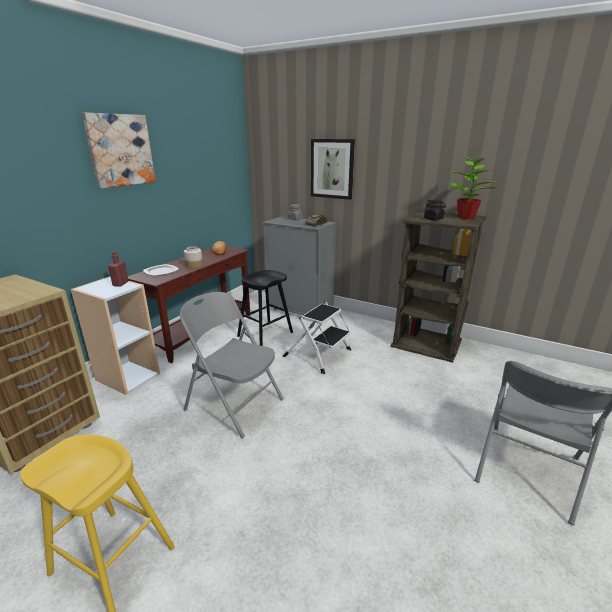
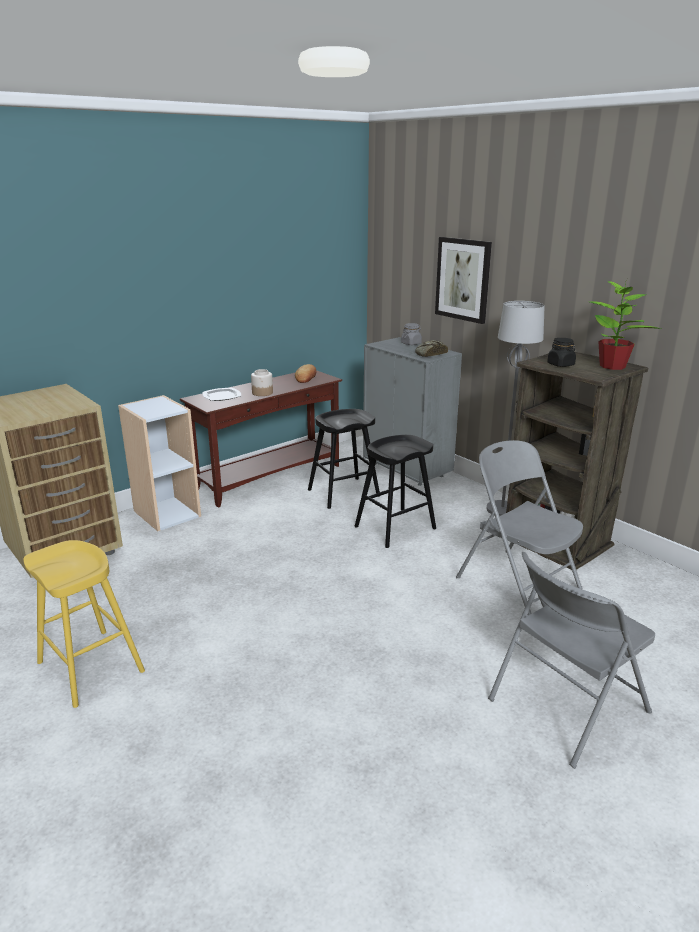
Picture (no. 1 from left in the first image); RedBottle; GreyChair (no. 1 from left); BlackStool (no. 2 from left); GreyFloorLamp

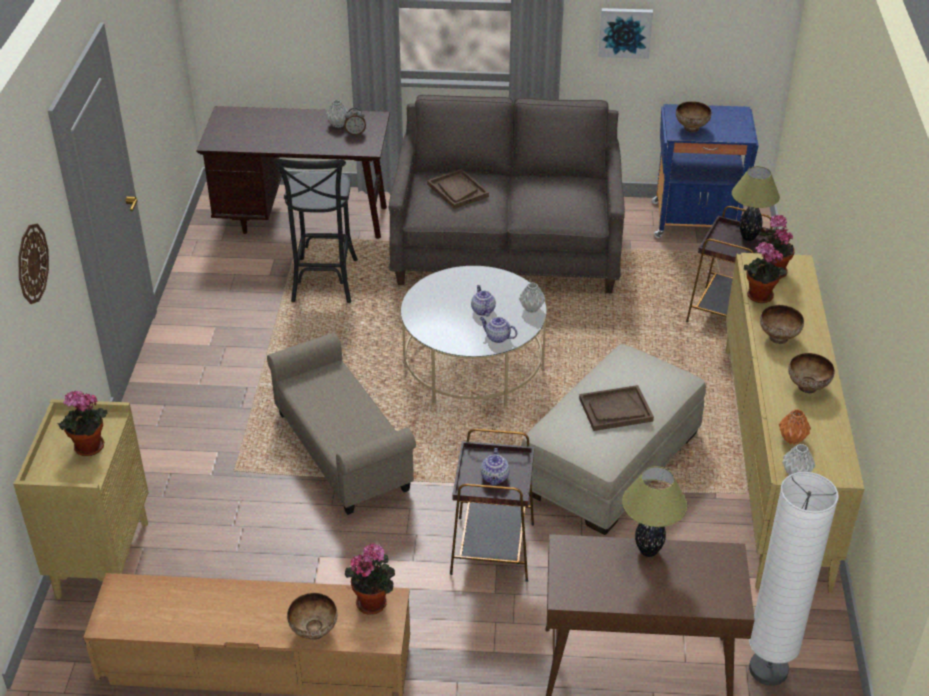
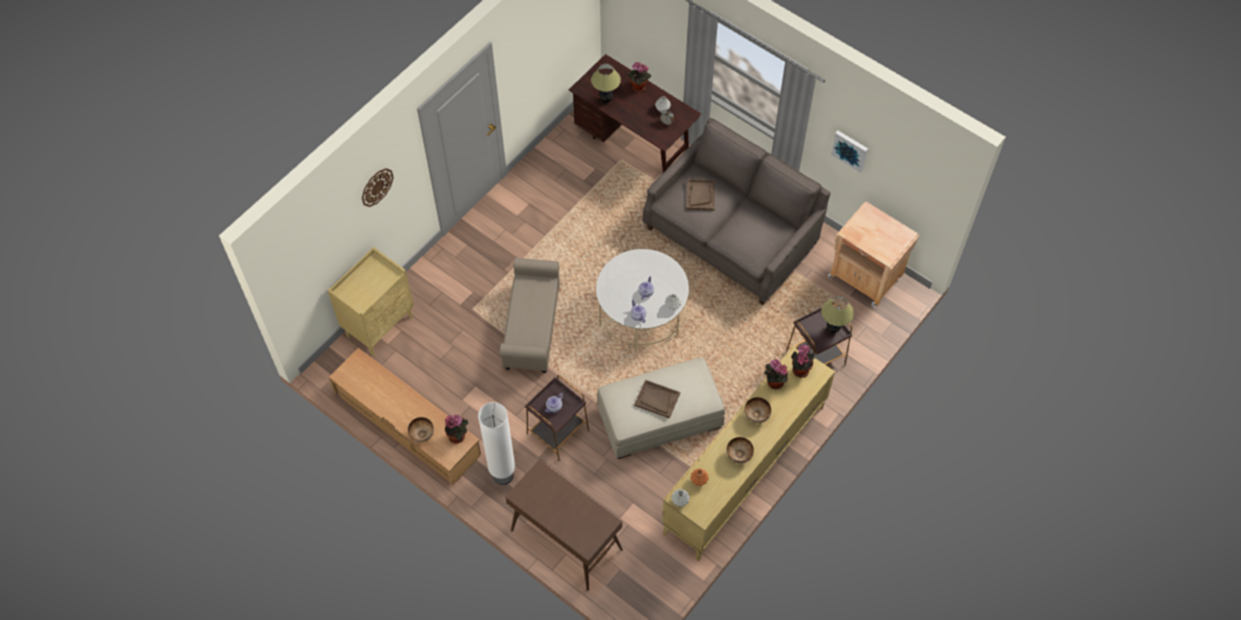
Bowl (no. 2 from left in the first image); BrownCart; BlackStool; PottedPlant (no. 2 from left); TableLamp (no. 1 from left); WhiteFloorLamp

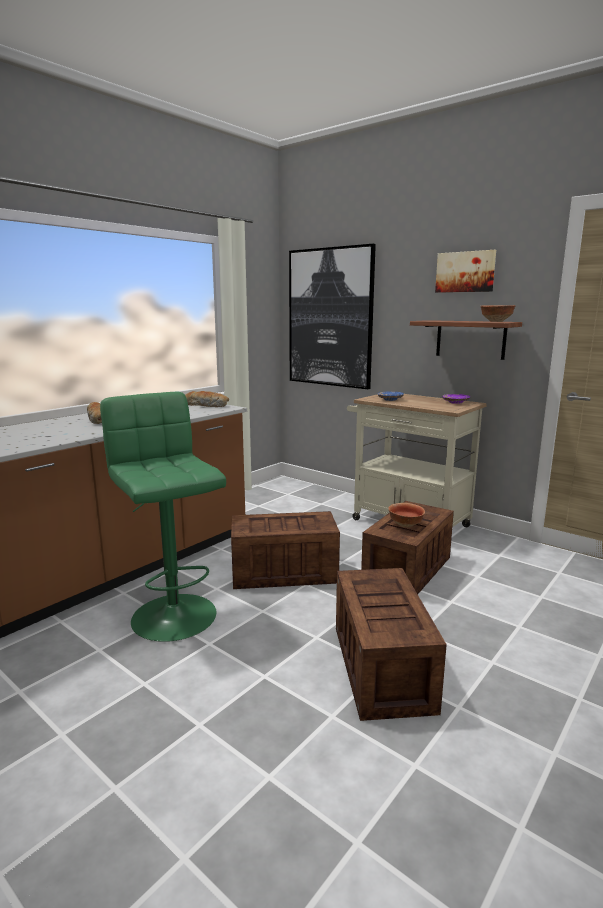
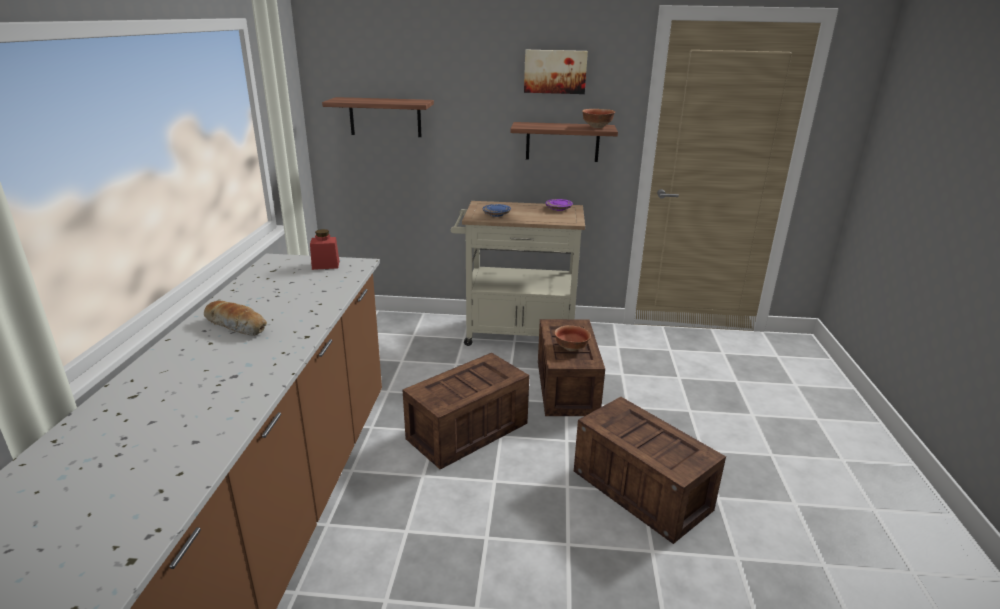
Shelf (no. 1 from left); RedJar; GreenStool

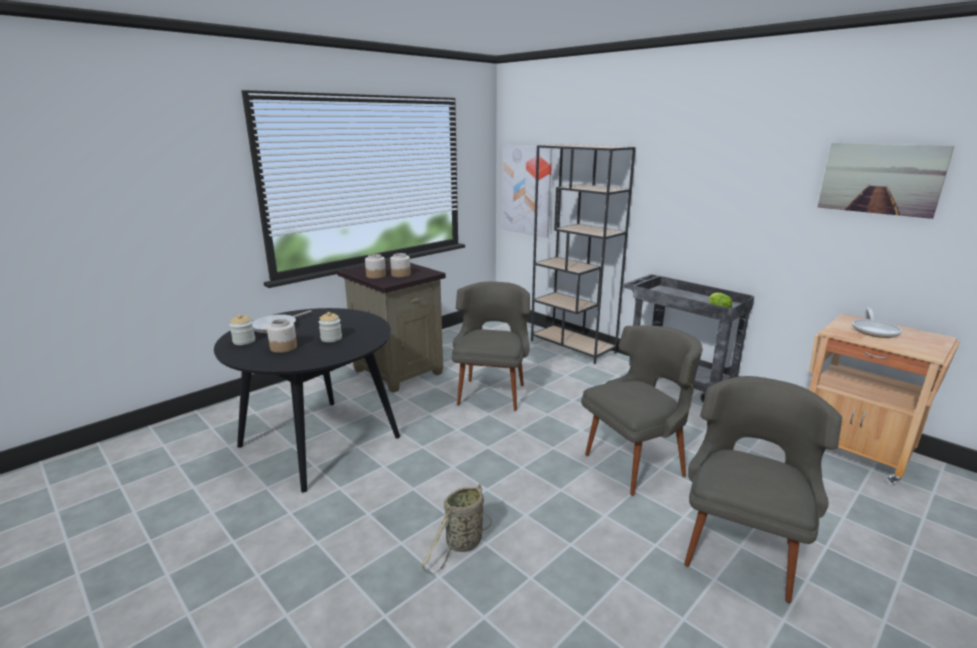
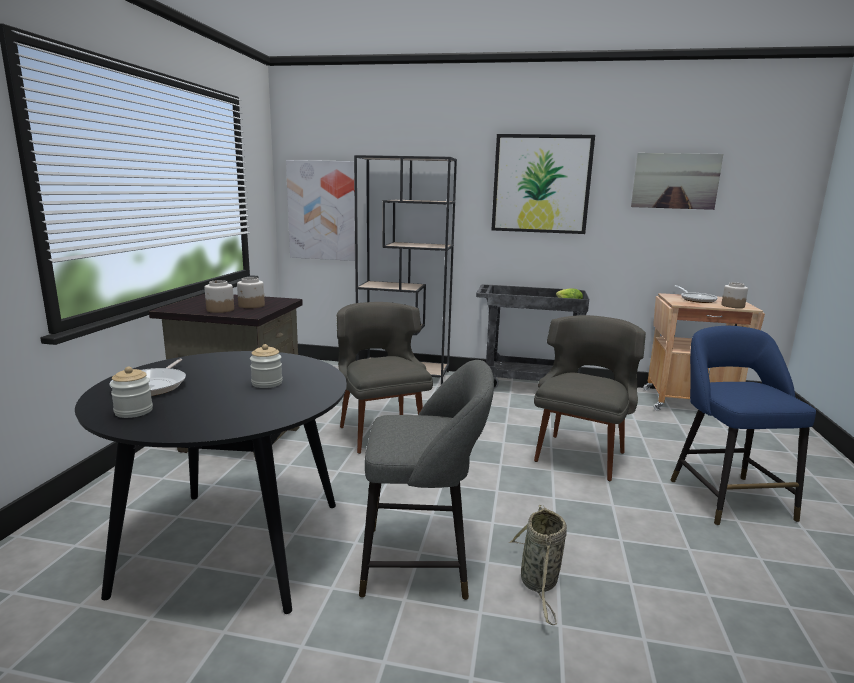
Jar (no. 5 from left); BlueStool; Picture (no. 2 from left); GreyStool

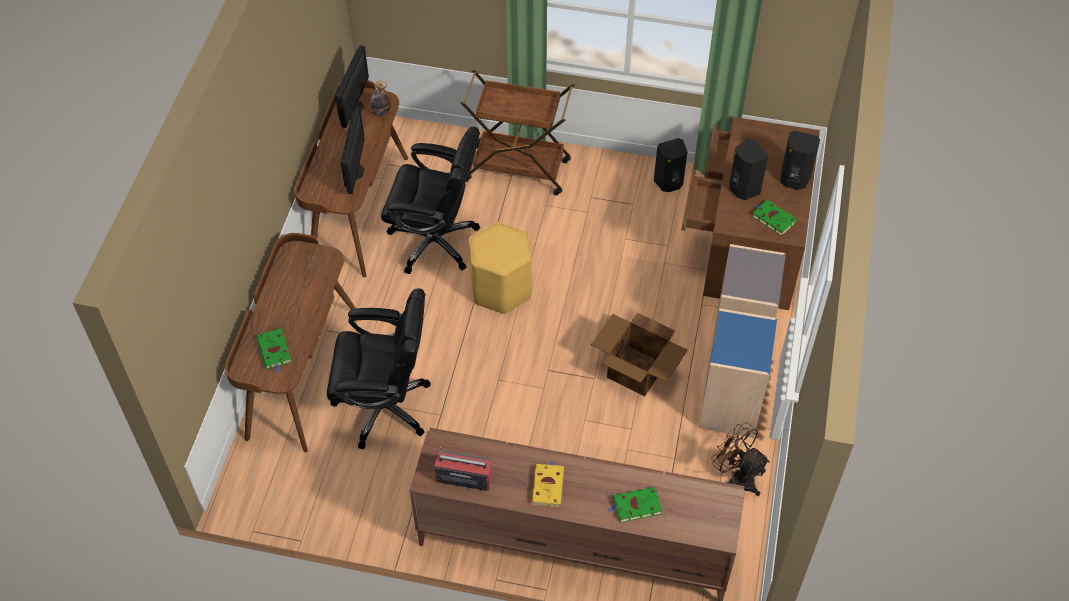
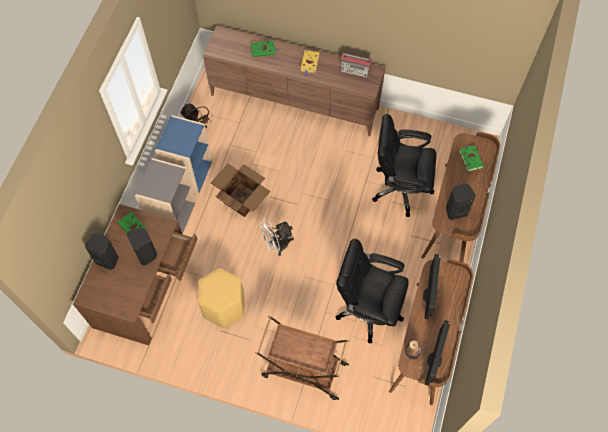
BlackSpeaker (no. 3 from left); YellowStool; WhiteFan

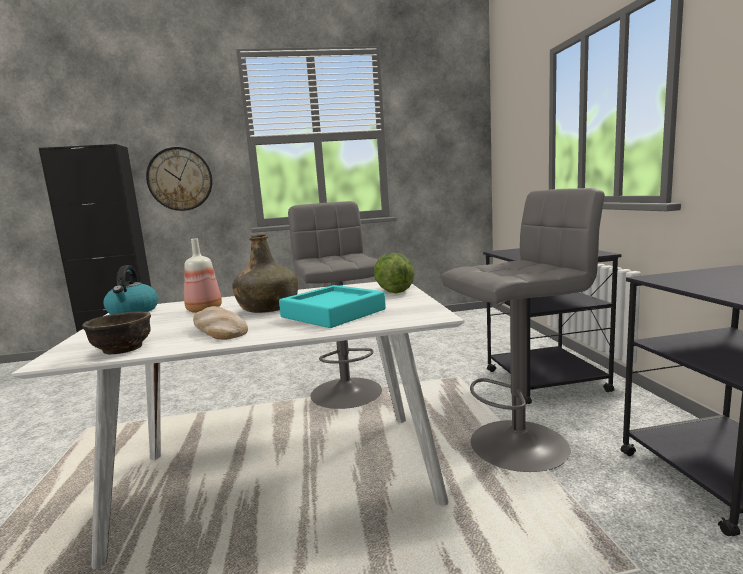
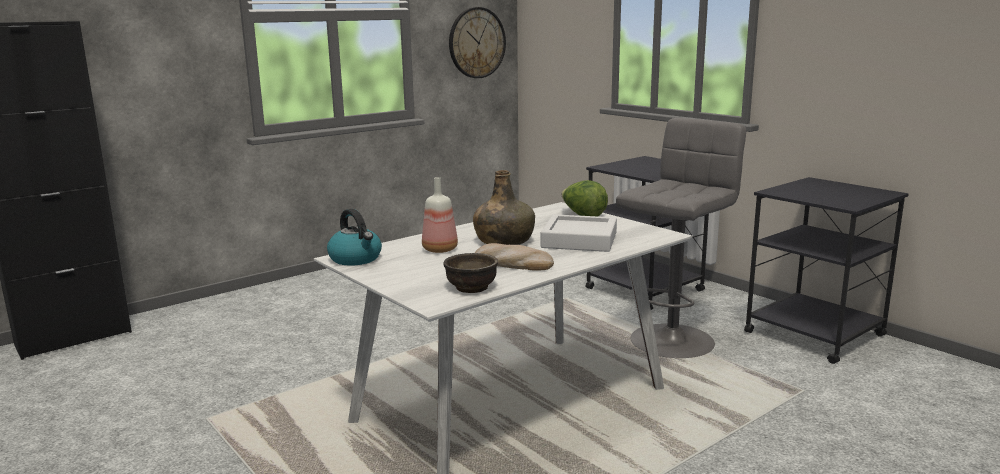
WallClock; GreyStool (no. 1 from left in the first image); WhiteTray

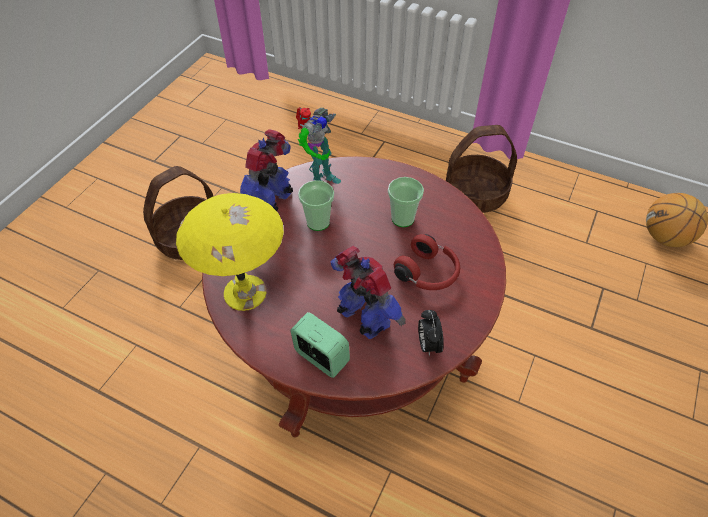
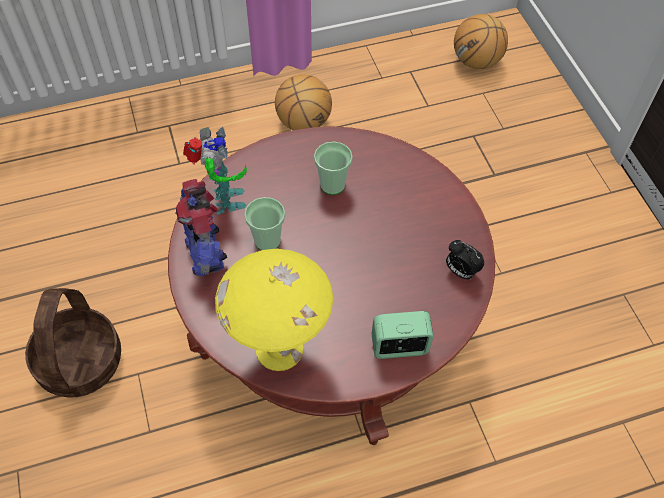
Basketball (no. 1 from left); RedHeadphones; ToyRobot (no. 3 from left in the first image)

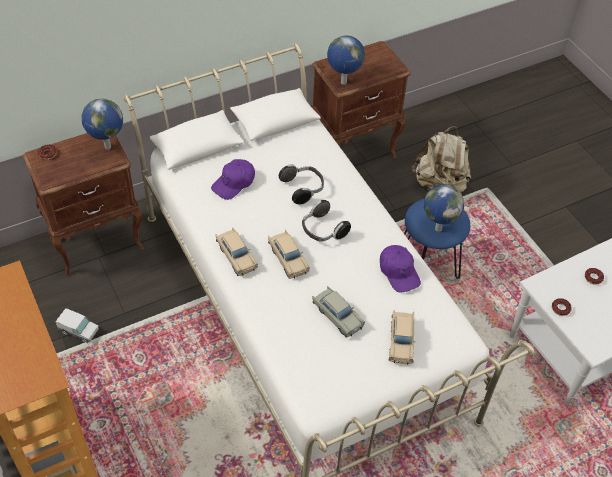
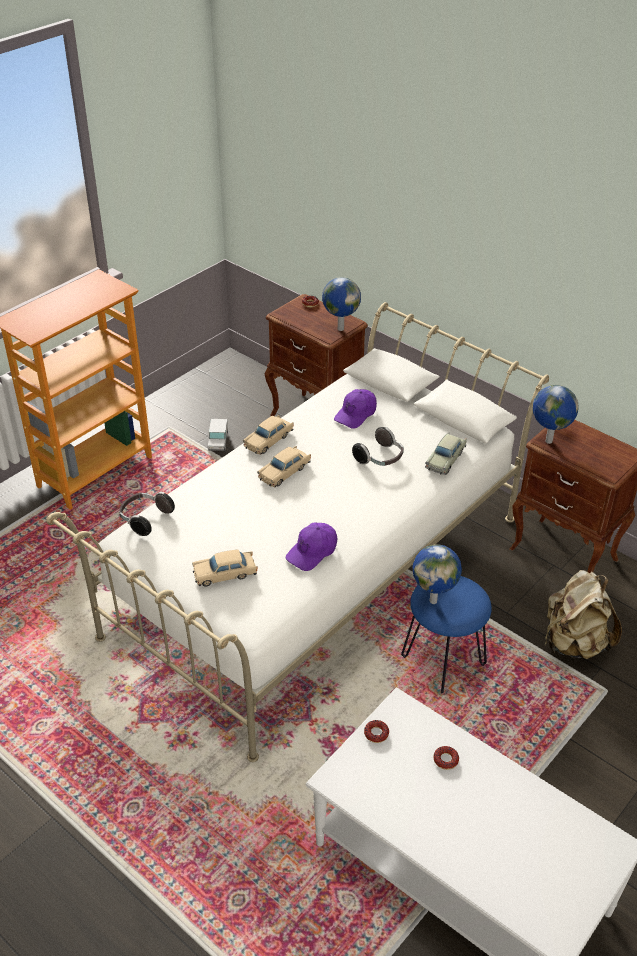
PurpleCap (no. 2 from left); Headphones (no. 1 from left); BeigeToyCar (no. 4 from left)

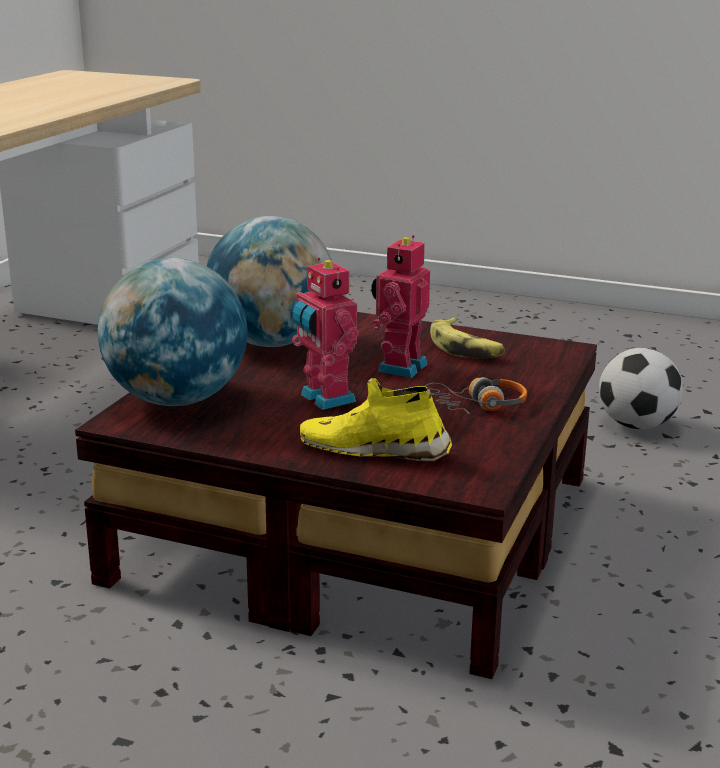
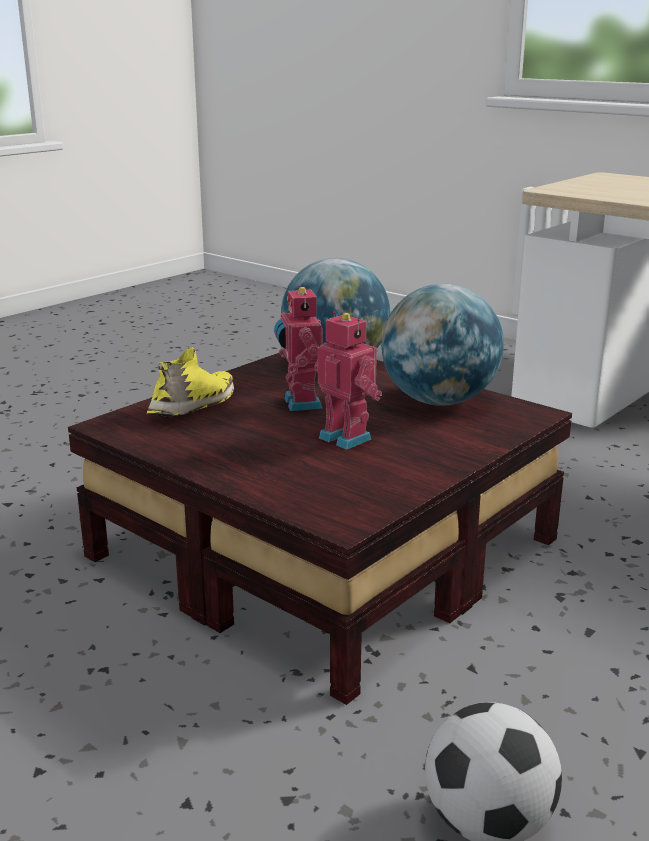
ToyRobot (no. 1 from left); Banana; Headphones

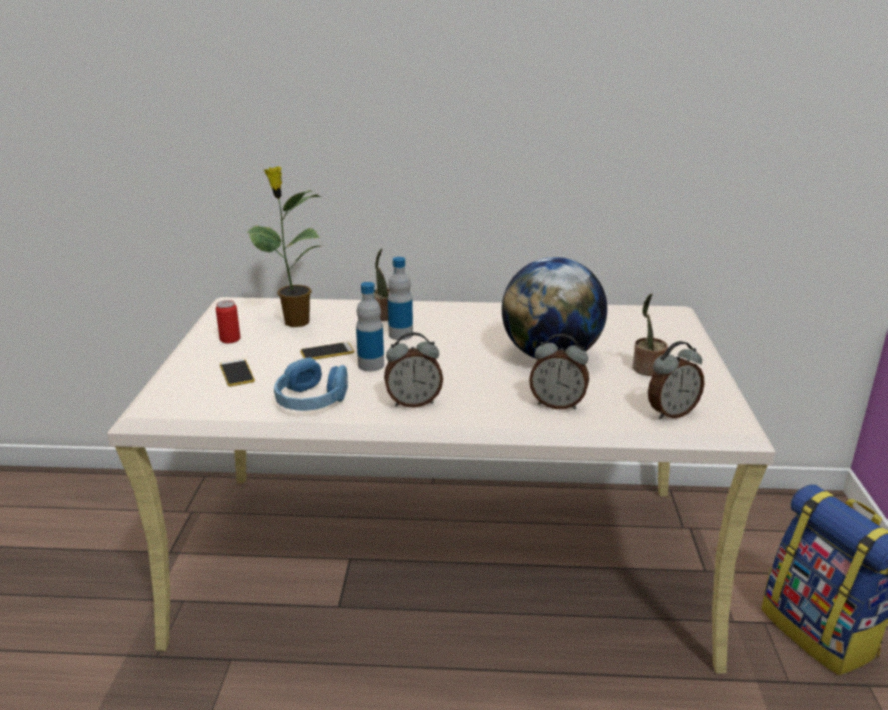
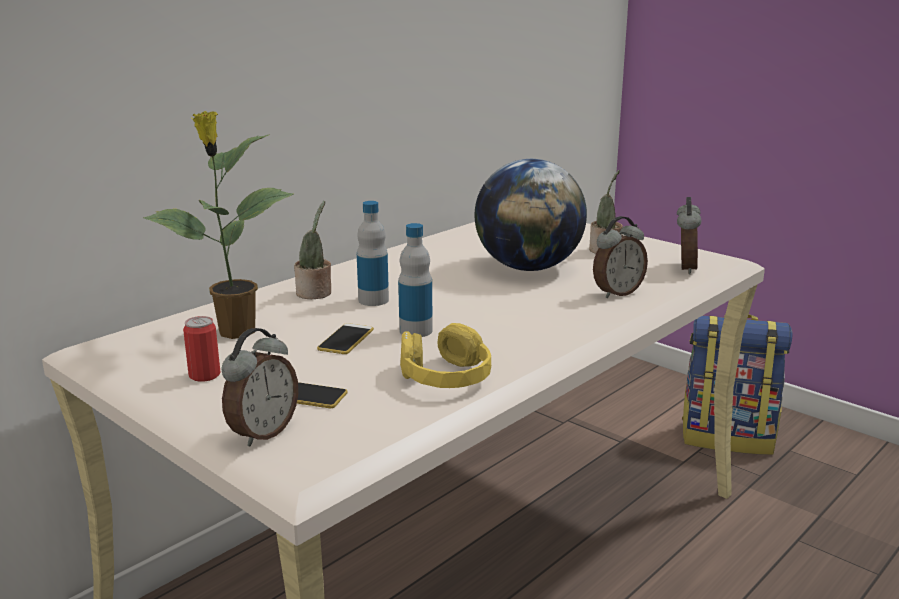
AlarmClock (no. 1 from left); YellowHeadphones

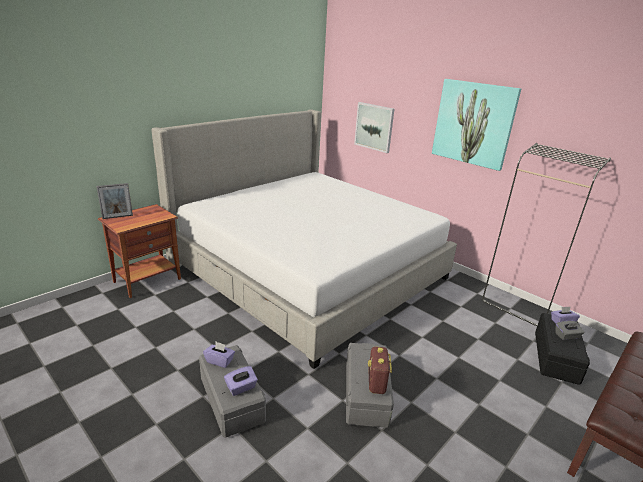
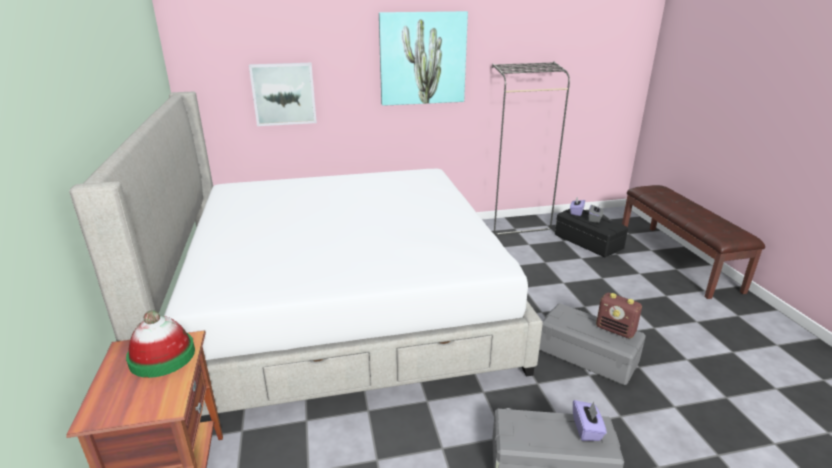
PictureFrame; PurpleTissueBox (no. 1 from left in the first image); Hat

